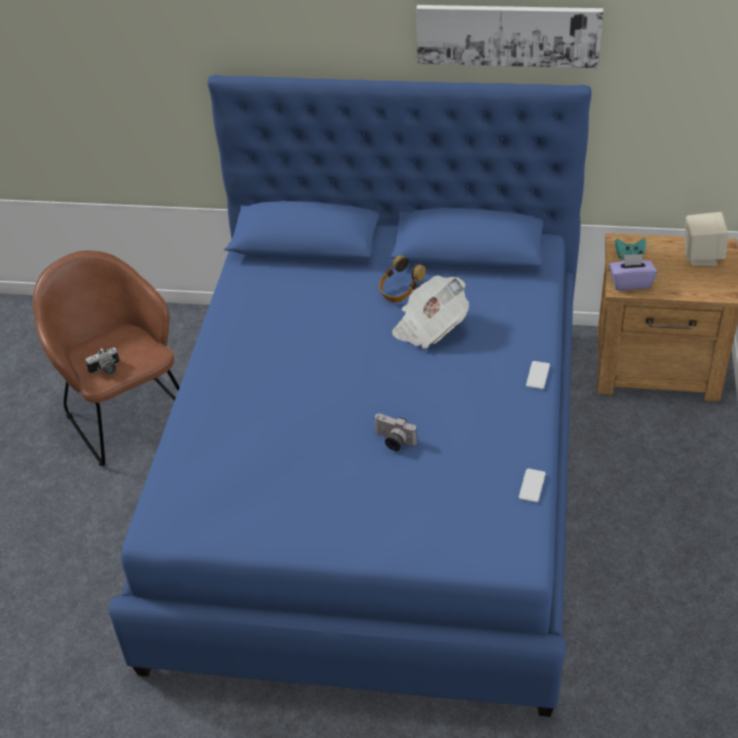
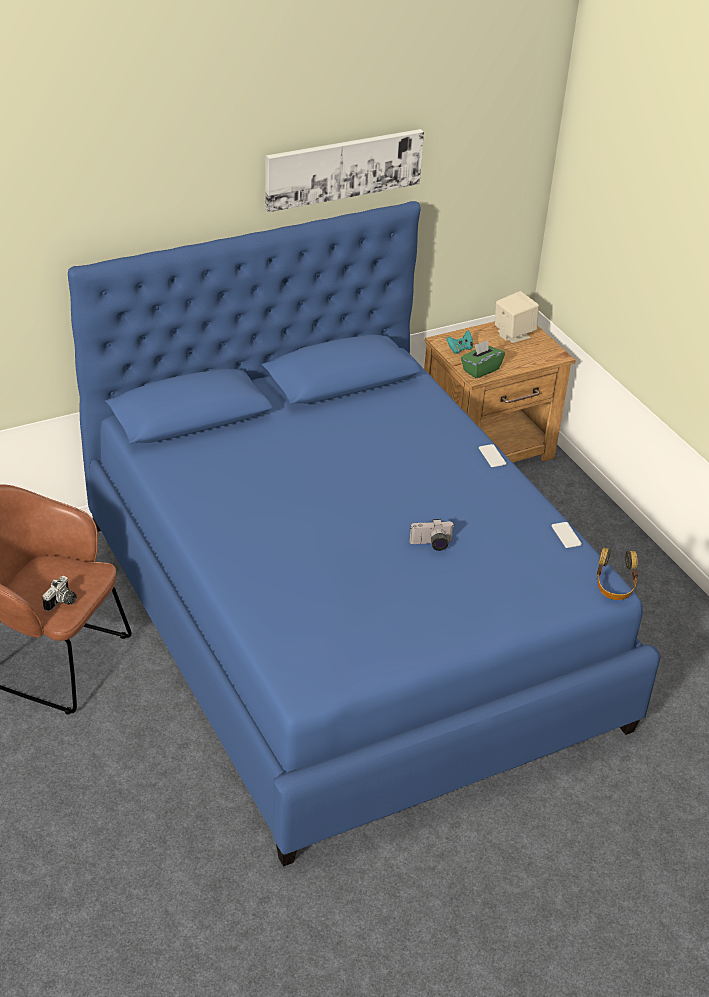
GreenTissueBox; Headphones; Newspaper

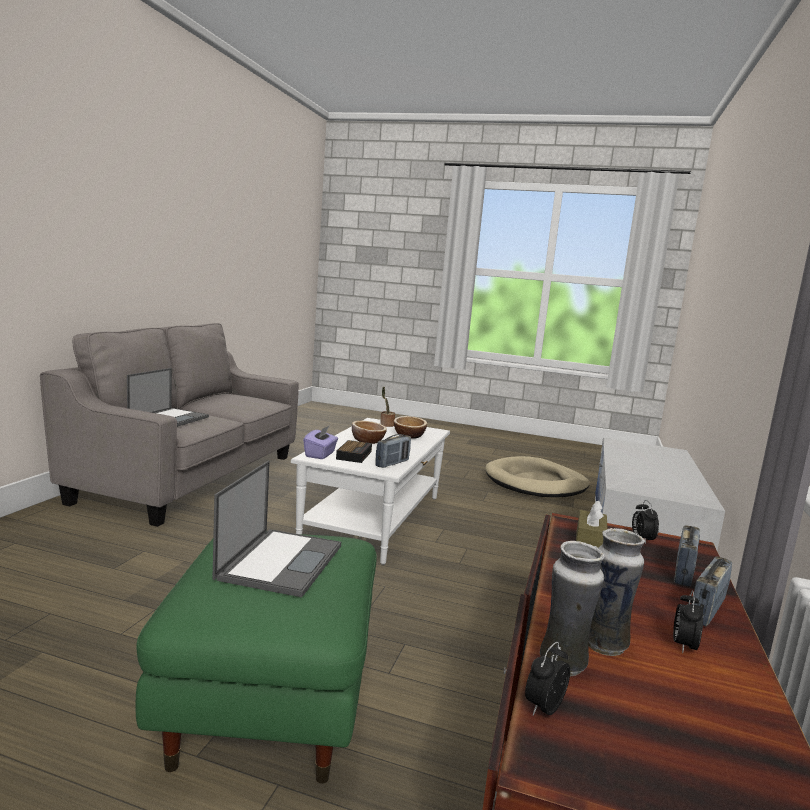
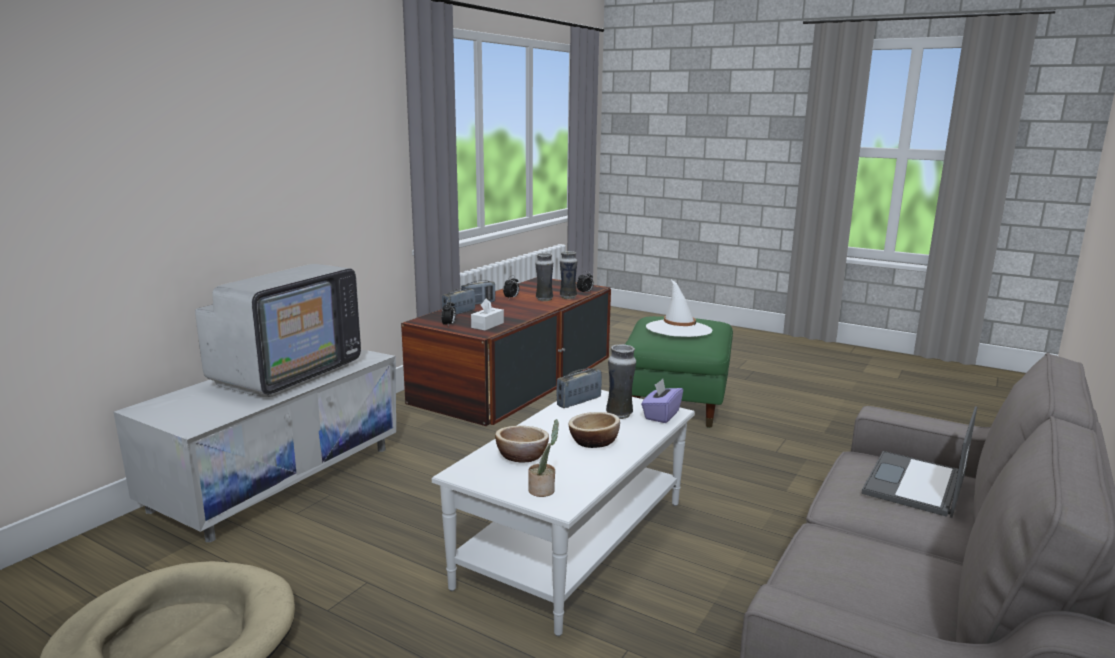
Vase (no. 3 from left); WhiteHat; WhiteTissueBox; Television

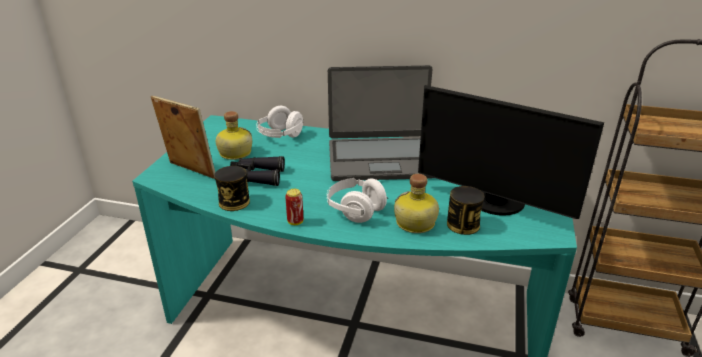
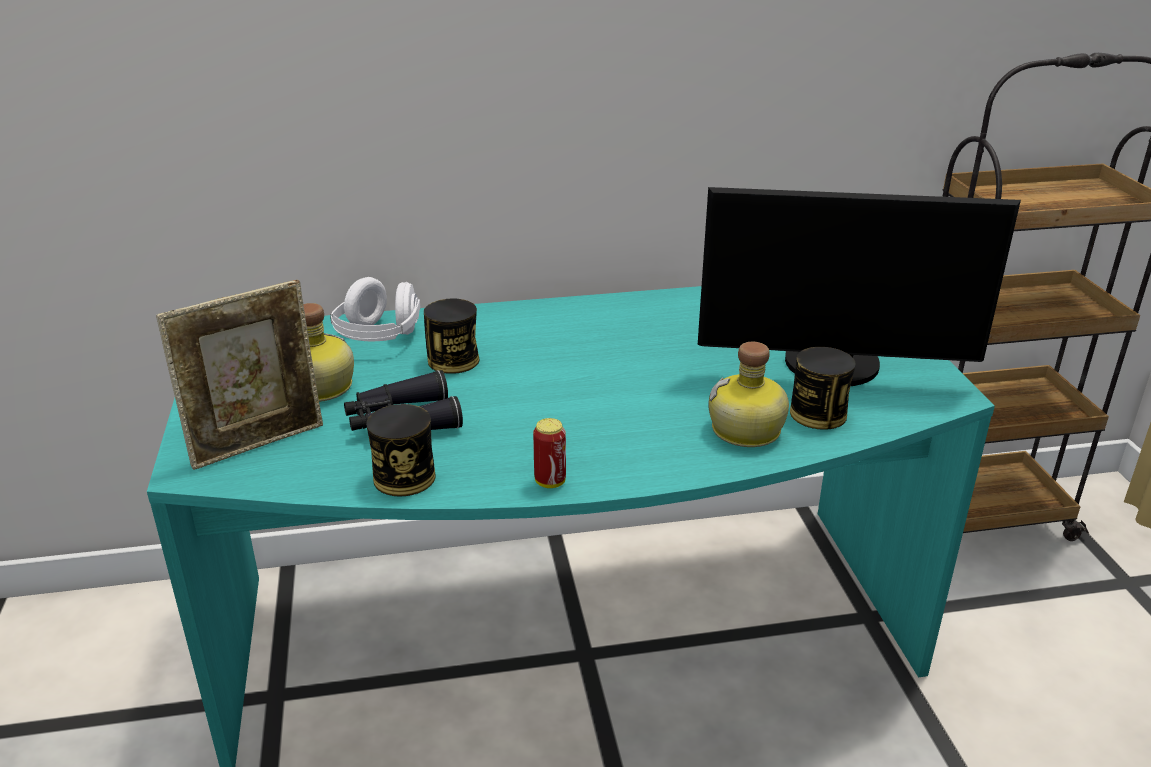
Laptop; PictureFrame; WhiteHeadphones (no. 2 from left in the first image); Can (no. 2 from left)

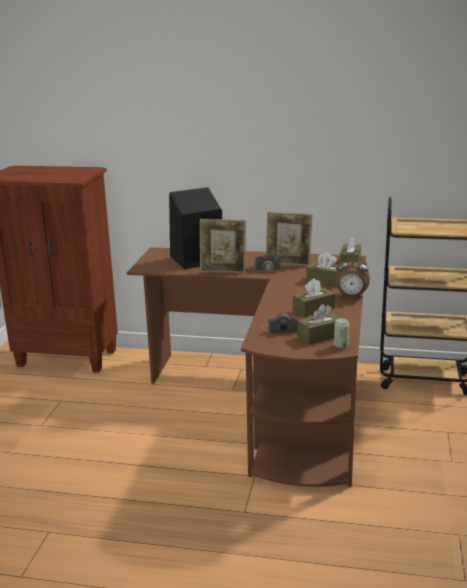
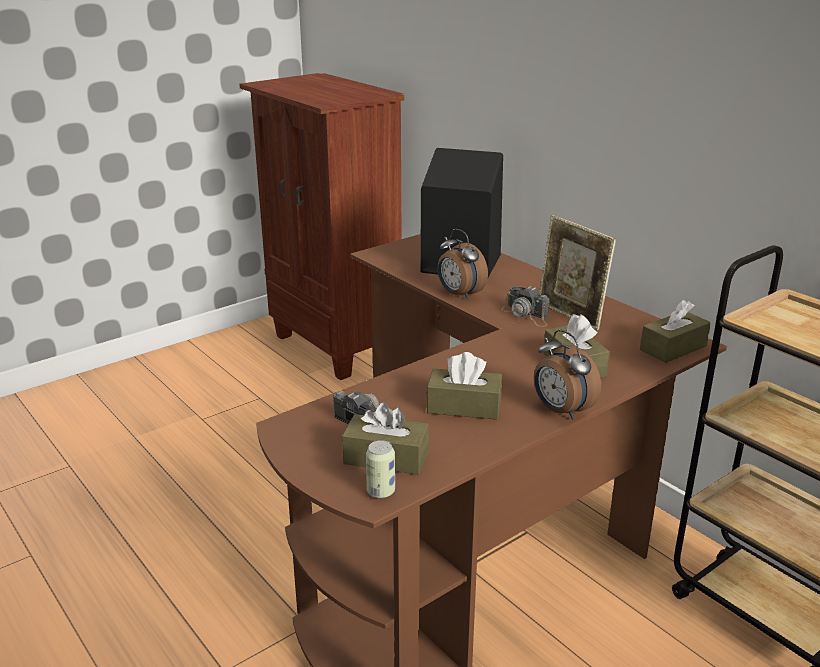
AlarmClock (no. 1 from left)

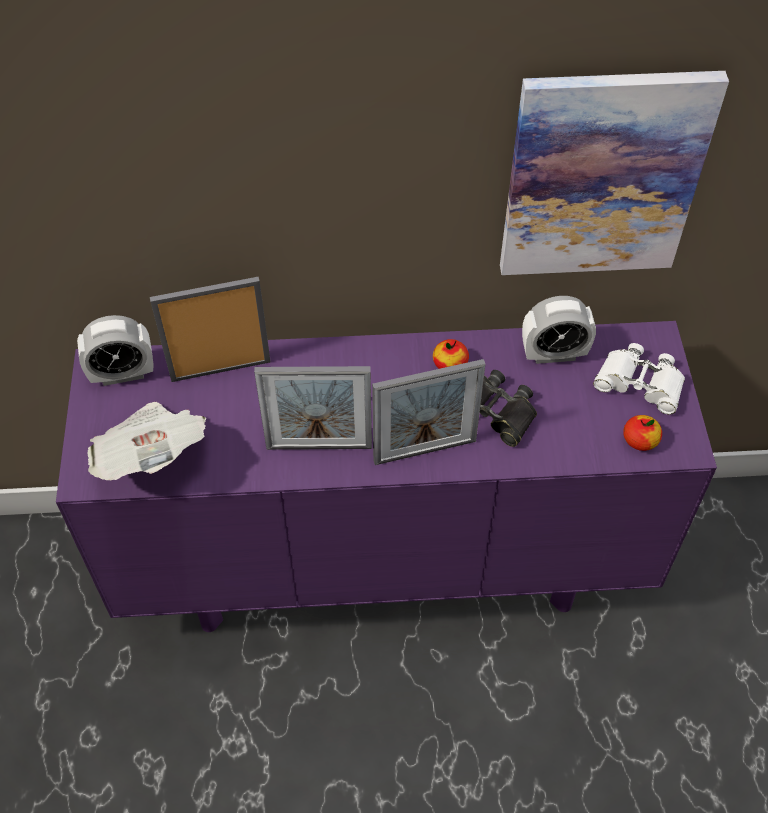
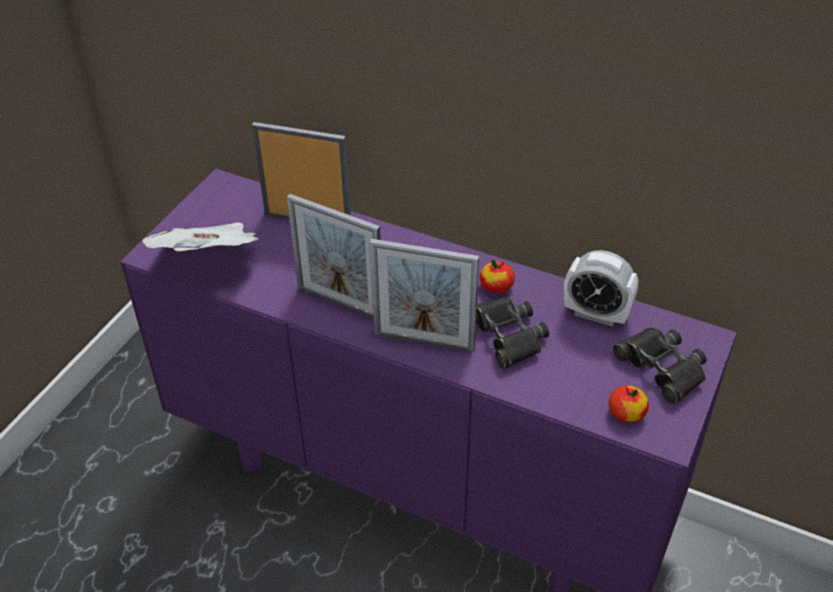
Picture; AlarmClock (no. 1 from left in the first image); BlackBinoculars (no. 2 from left)

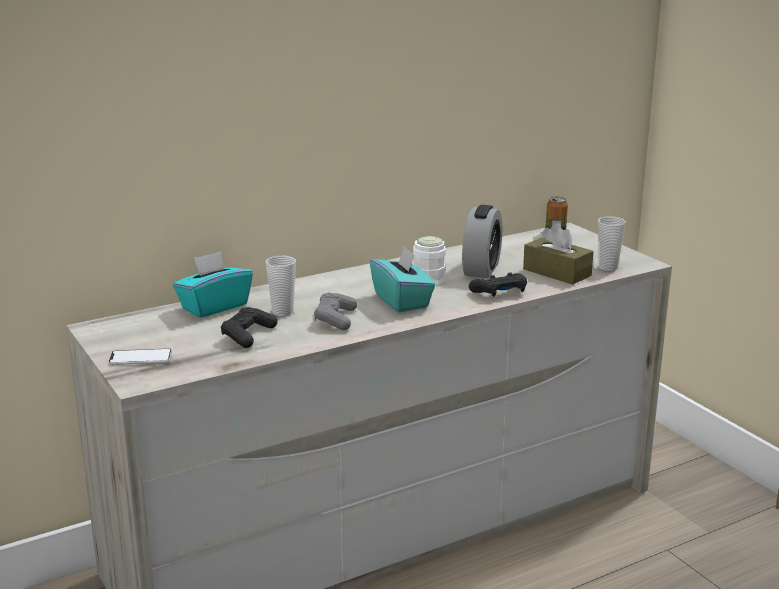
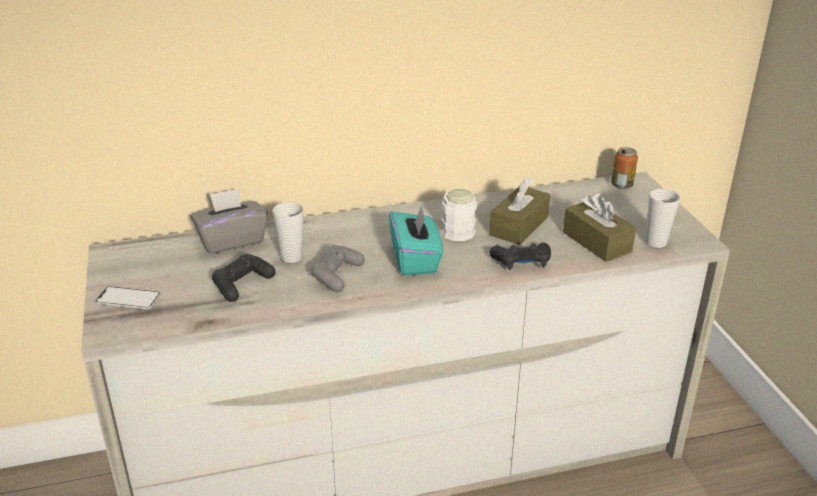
BrownTissueBox (no. 1 from left); GreyTissueBox

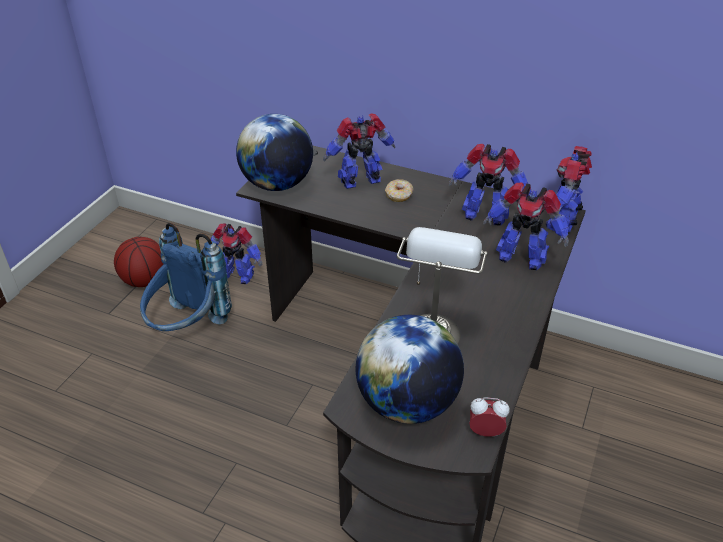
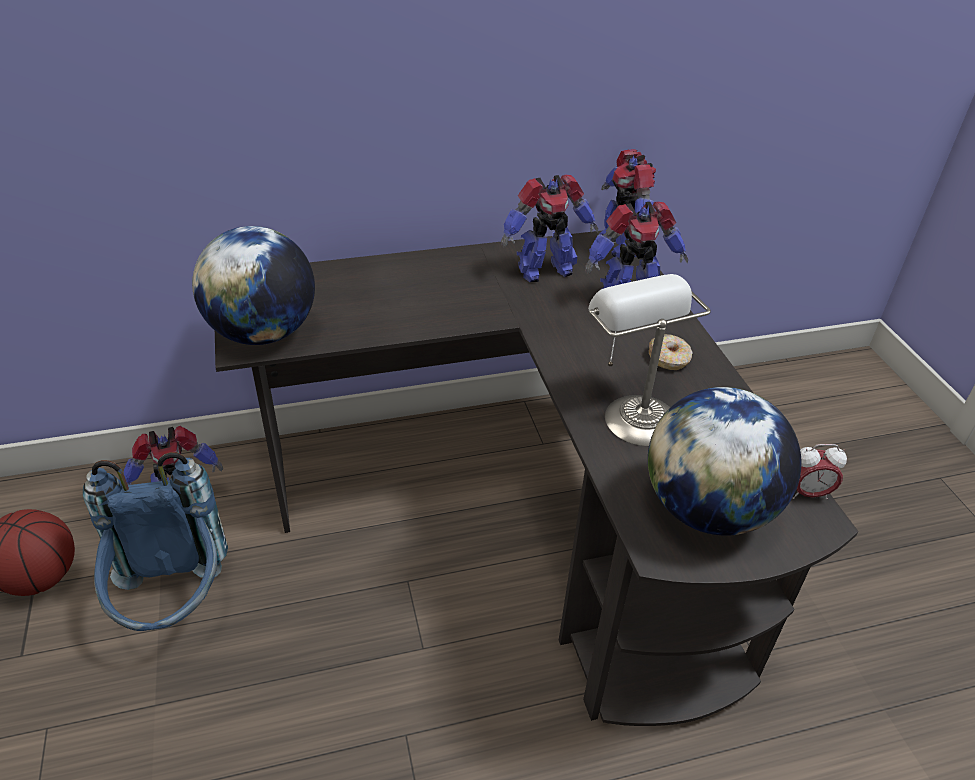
ToyRobot (no. 2 from left in the first image); Donut; AlarmClock

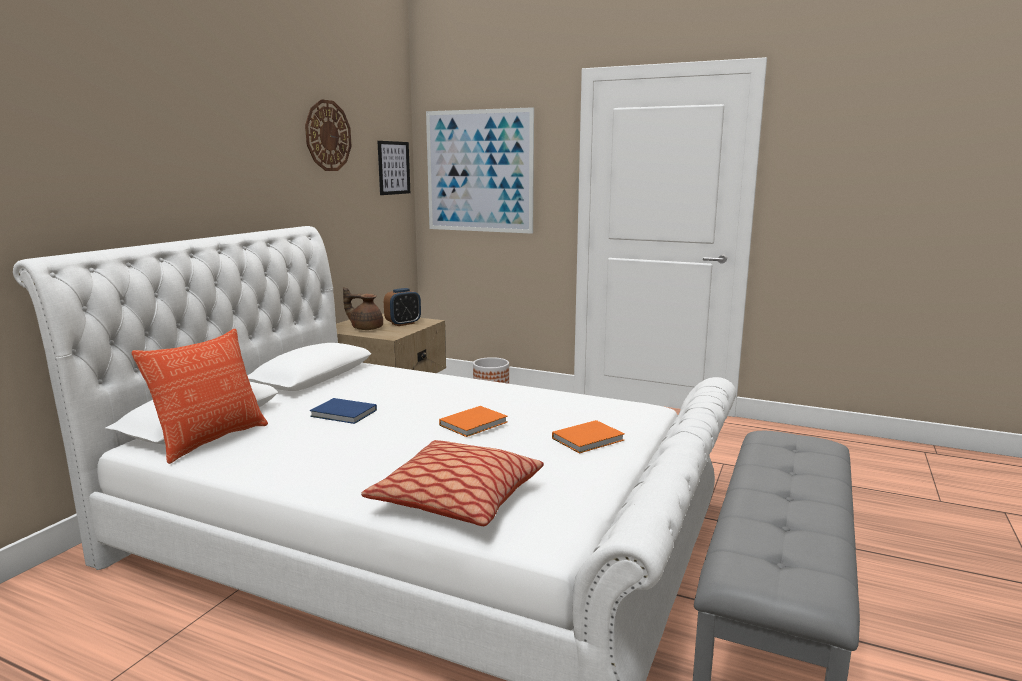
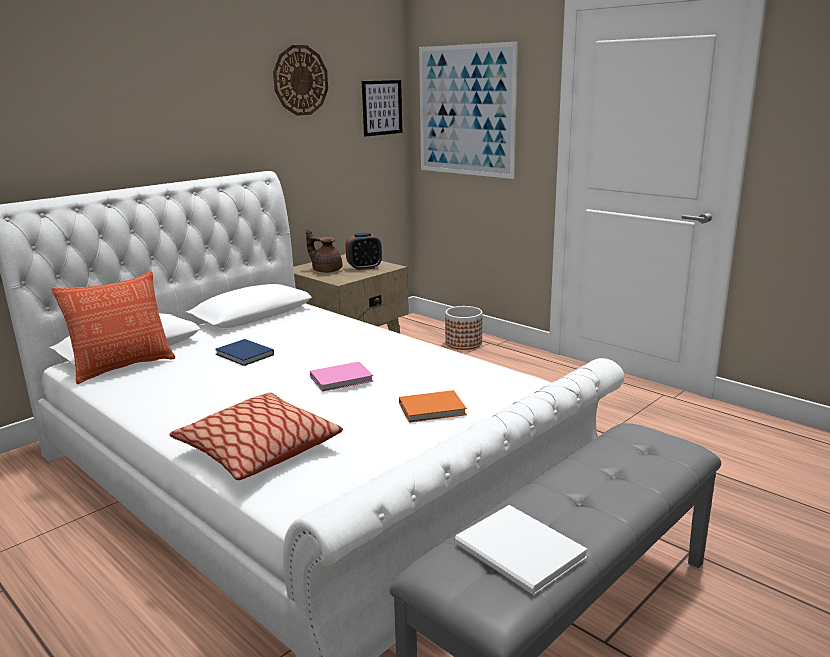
PinkBook; WhiteBook

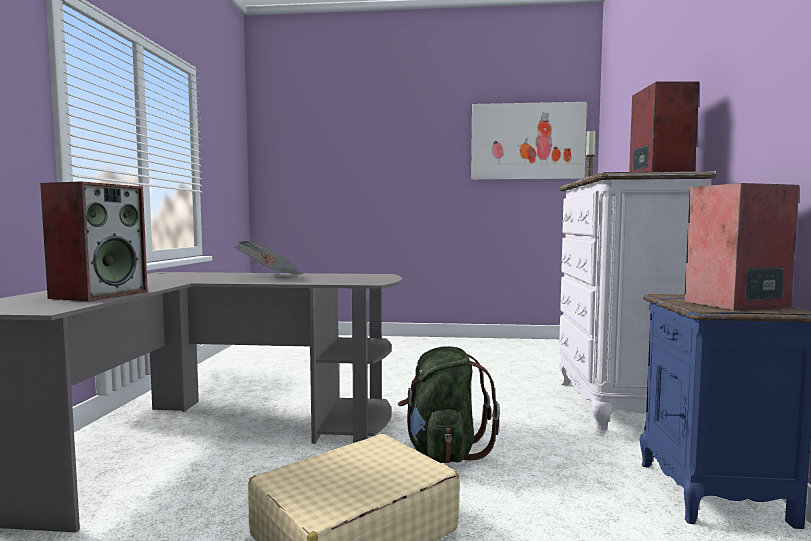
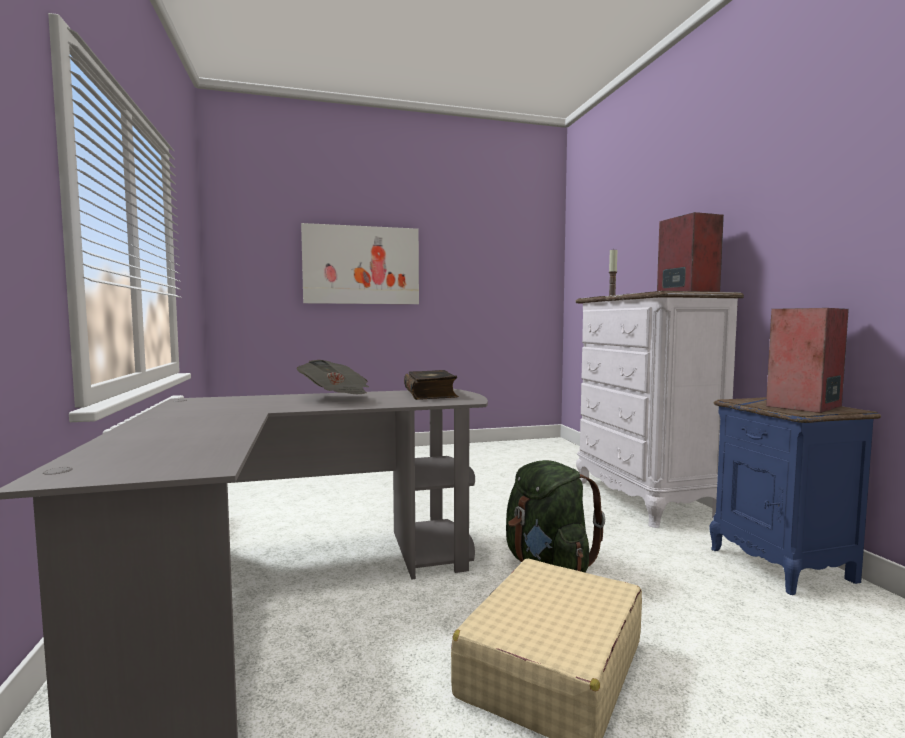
Picture; Speaker (no. 1 from left in the first image); Book

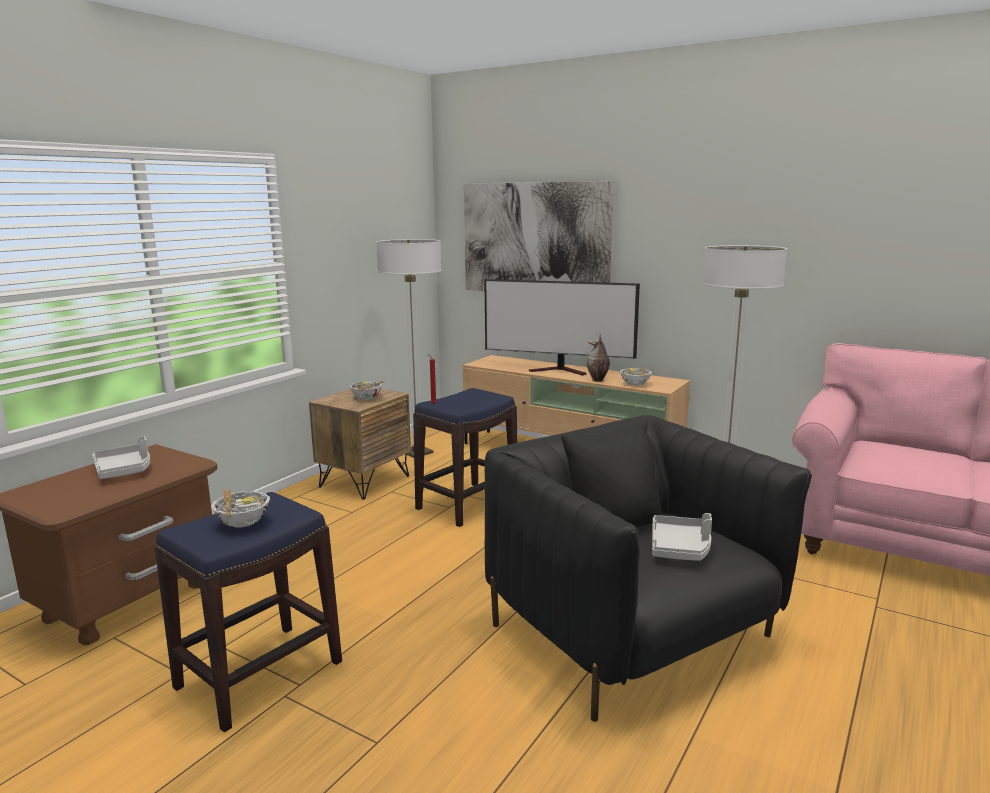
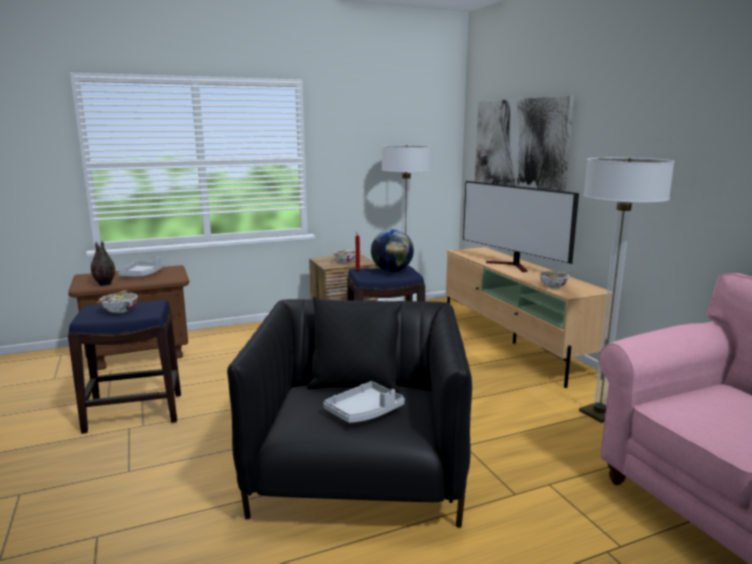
Vase; Globe

